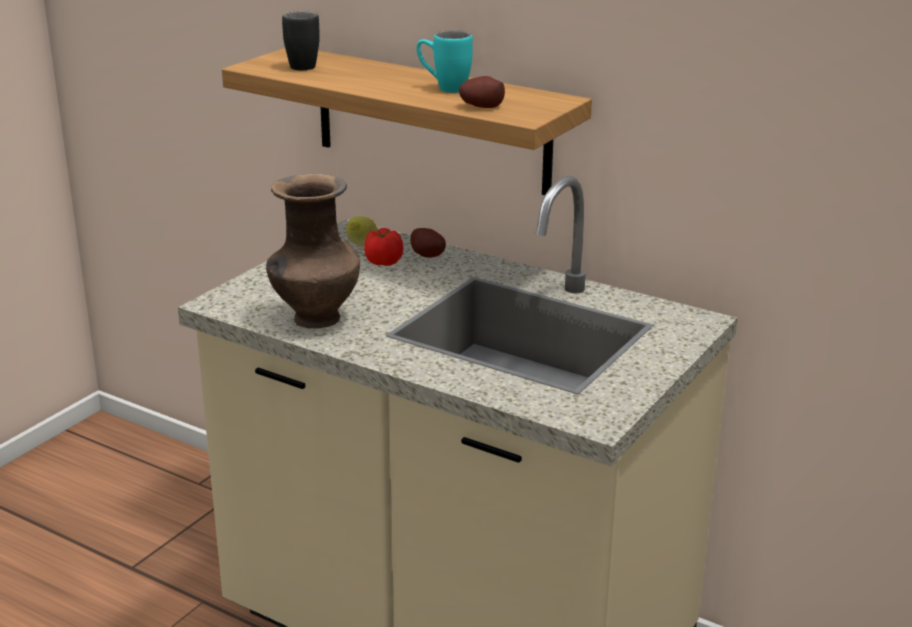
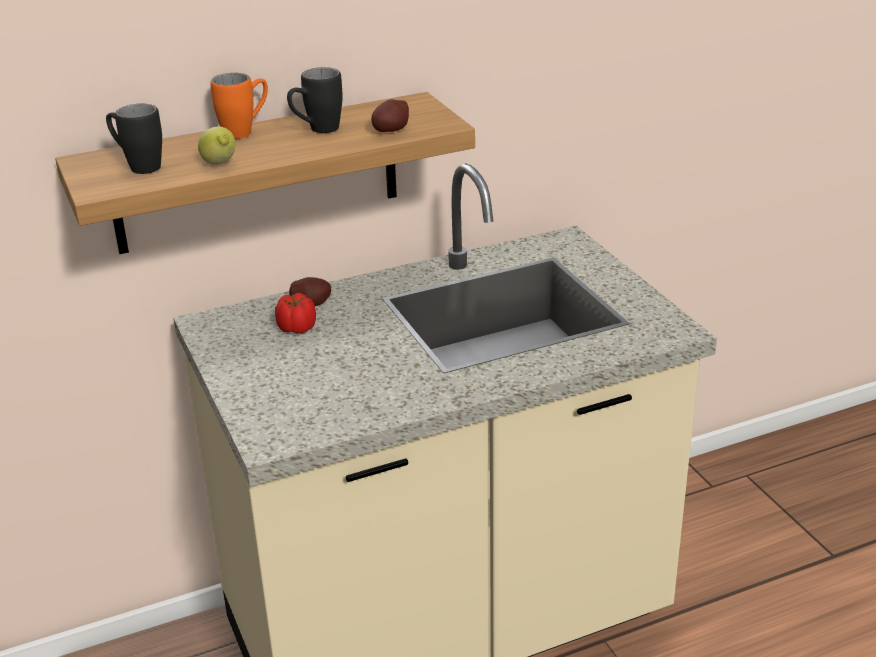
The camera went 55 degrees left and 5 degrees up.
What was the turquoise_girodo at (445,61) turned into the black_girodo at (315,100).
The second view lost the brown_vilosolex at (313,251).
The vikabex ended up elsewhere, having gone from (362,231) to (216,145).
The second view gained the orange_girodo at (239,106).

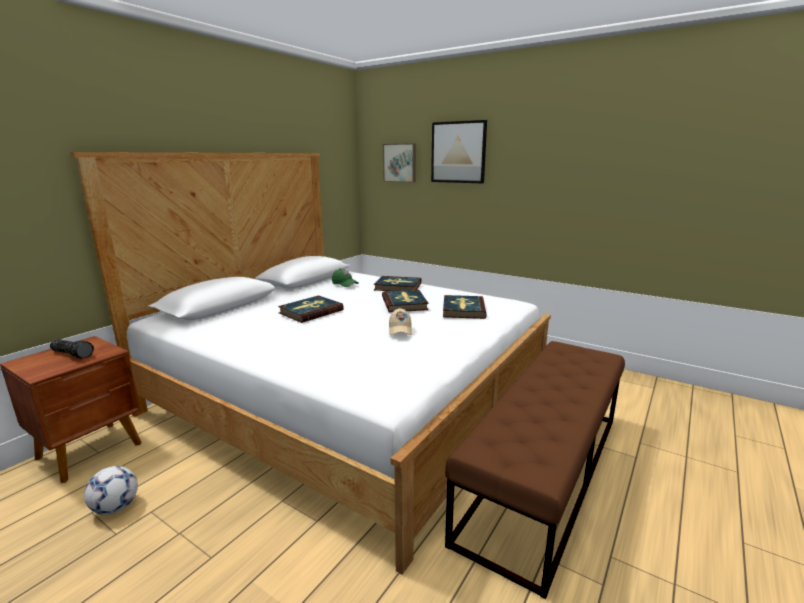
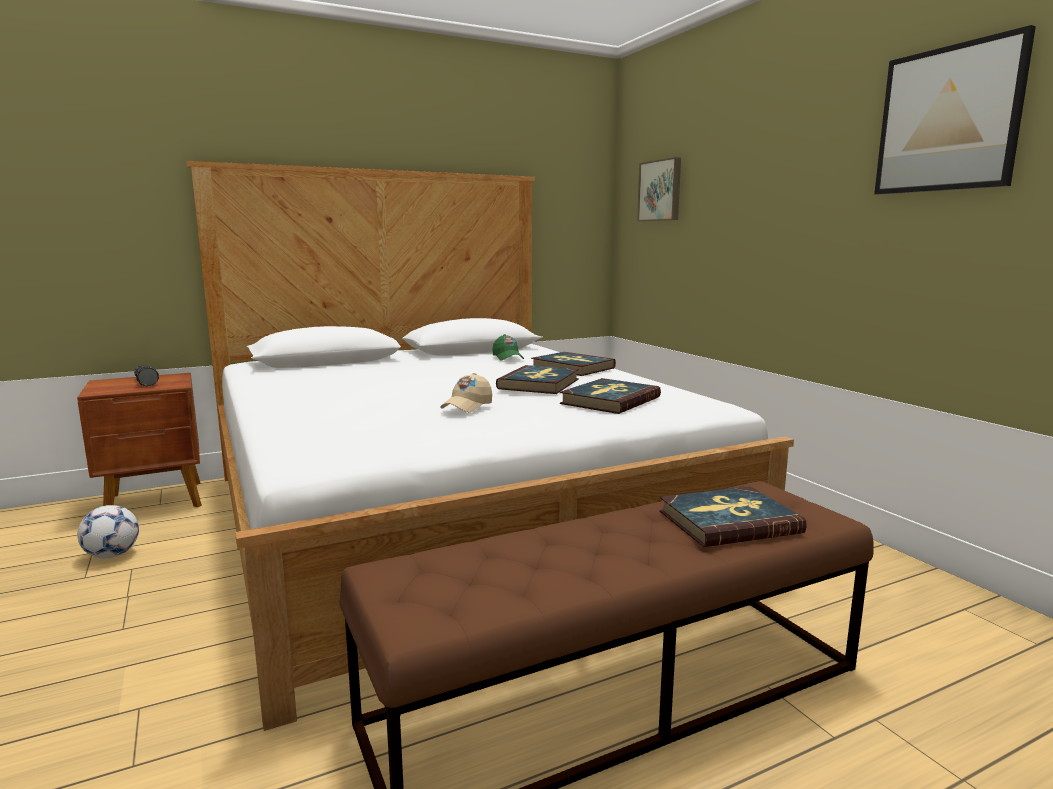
The camera went 30 degrees right and 5 degrees down.
The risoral ended up elsewhere, having gone from (459,151) to (955,110).
The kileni ended up elsewhere, having gone from (311,309) to (733,516).

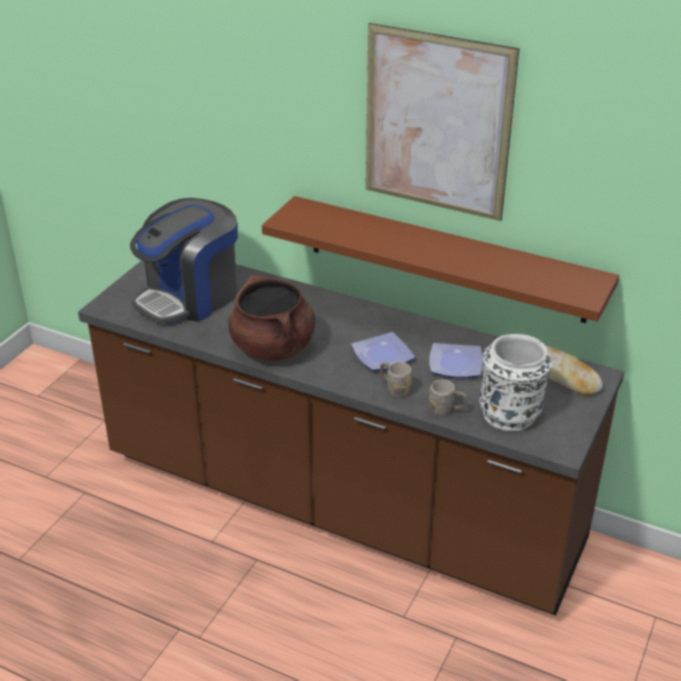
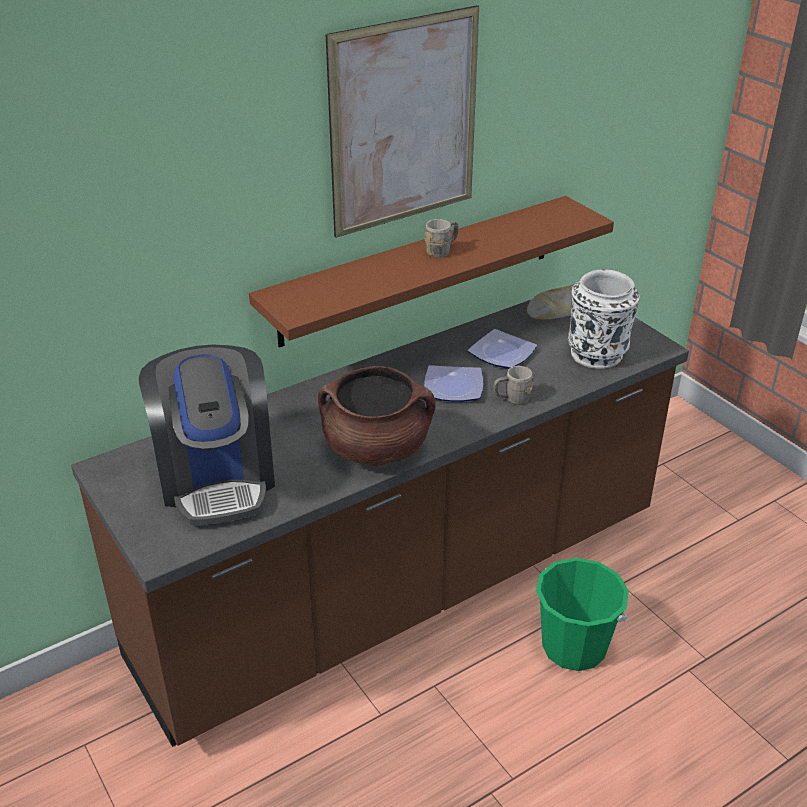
The camera went 60 degrees left and 0 degrees up.
The grey_girodo ended up elsewhere, having gone from (448,397) to (441,238).
The second view gained the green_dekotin at (582,614).

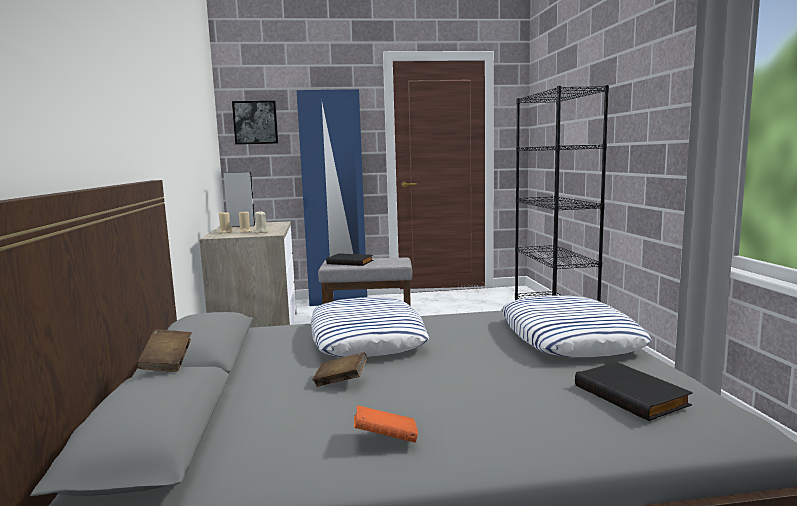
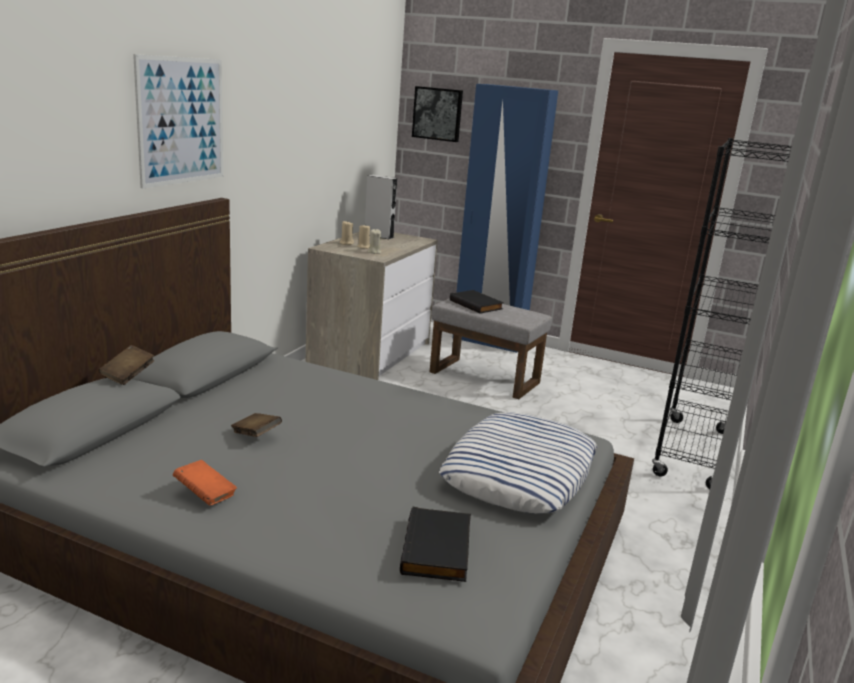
The camera went 30 degrees right and 10 degrees up.
The second view lost the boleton at (370,327).
The second view gained the risoral at (178,121).

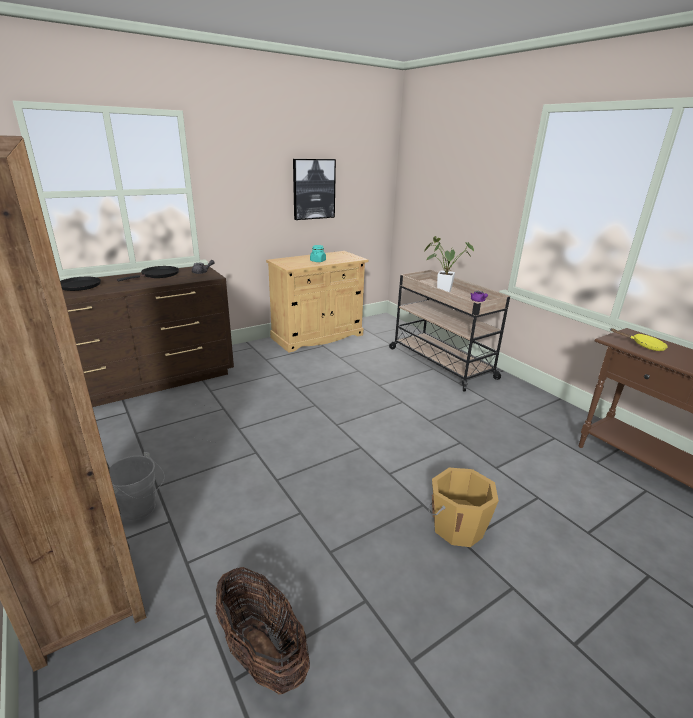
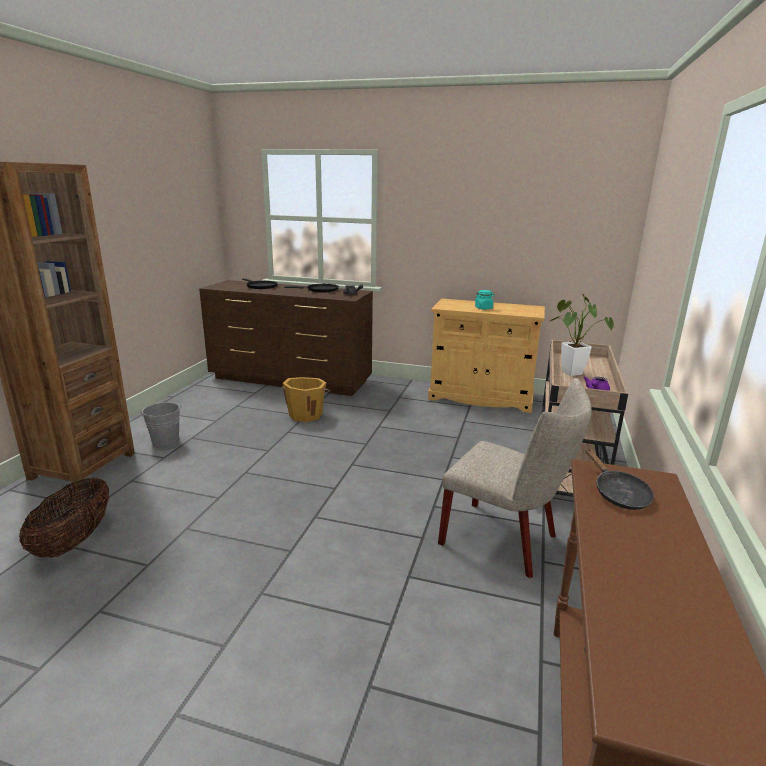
The camera went 50 degrees right and 5 degrees down.
The second view lost the risoral at (314,189).
What was the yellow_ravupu at (639,339) turned into the black_ravupu at (619,479).
The orange_dekotin ended up elsewhere, having gone from (463,507) to (306,399).
The second view gained the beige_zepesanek at (515,478).

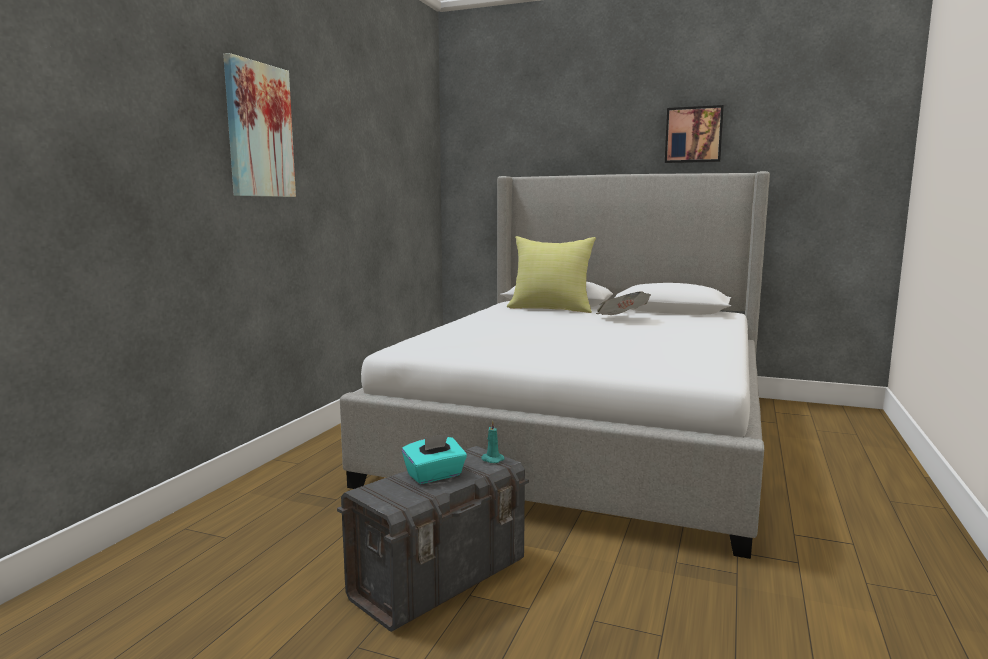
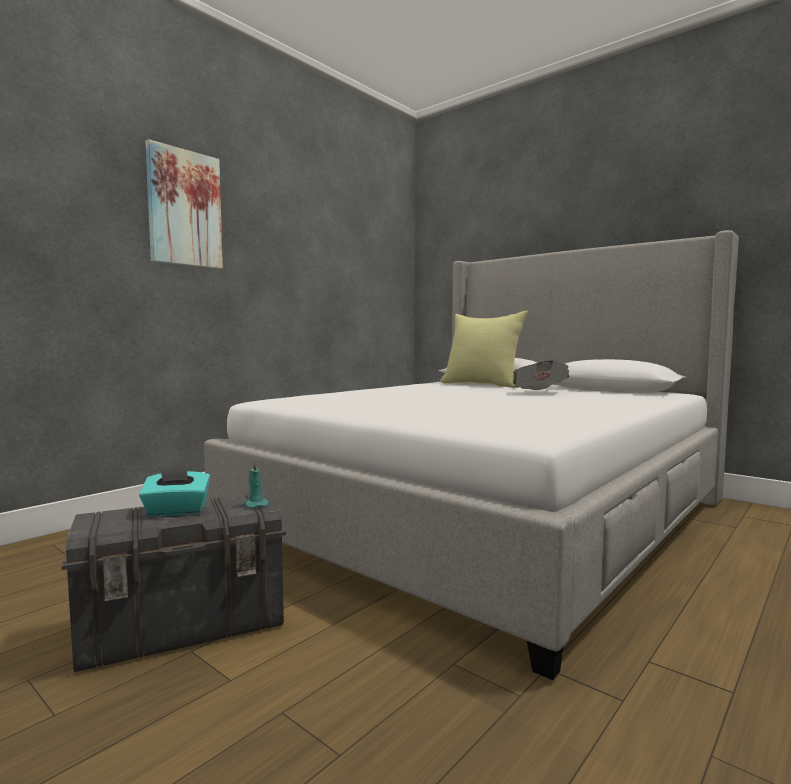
The camera went 20 degrees right and 5 degrees down.
The second view lost the risoral at (694,134).

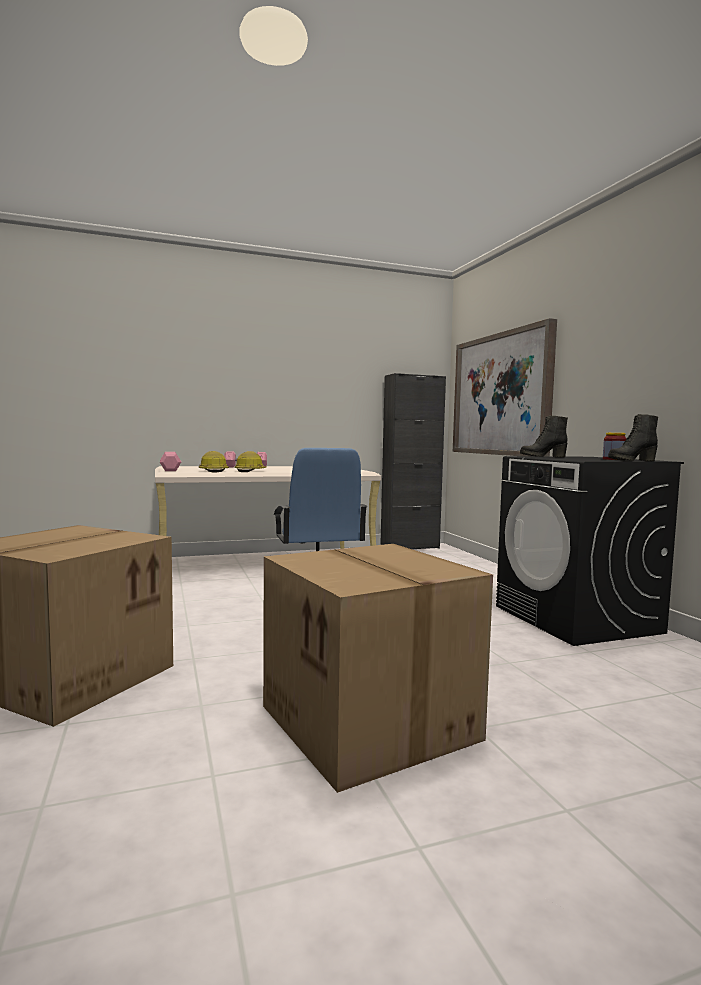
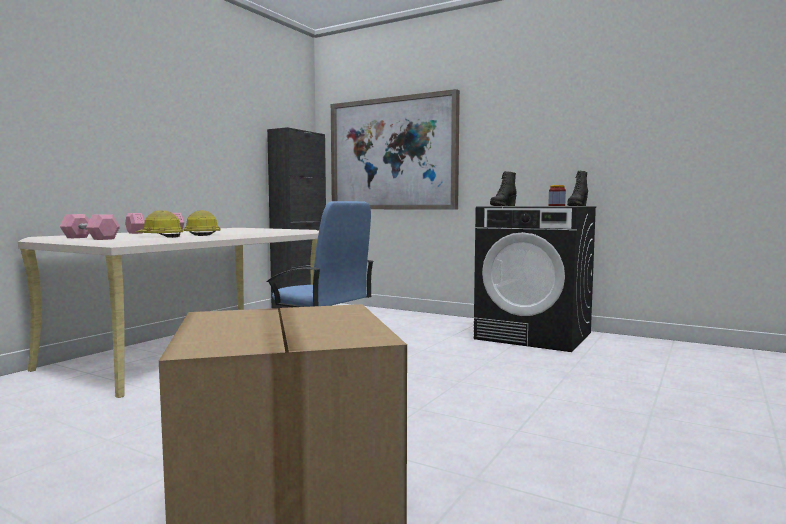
The camera went 40 degrees left and 0 degrees up.
The second view lost the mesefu at (378,668).

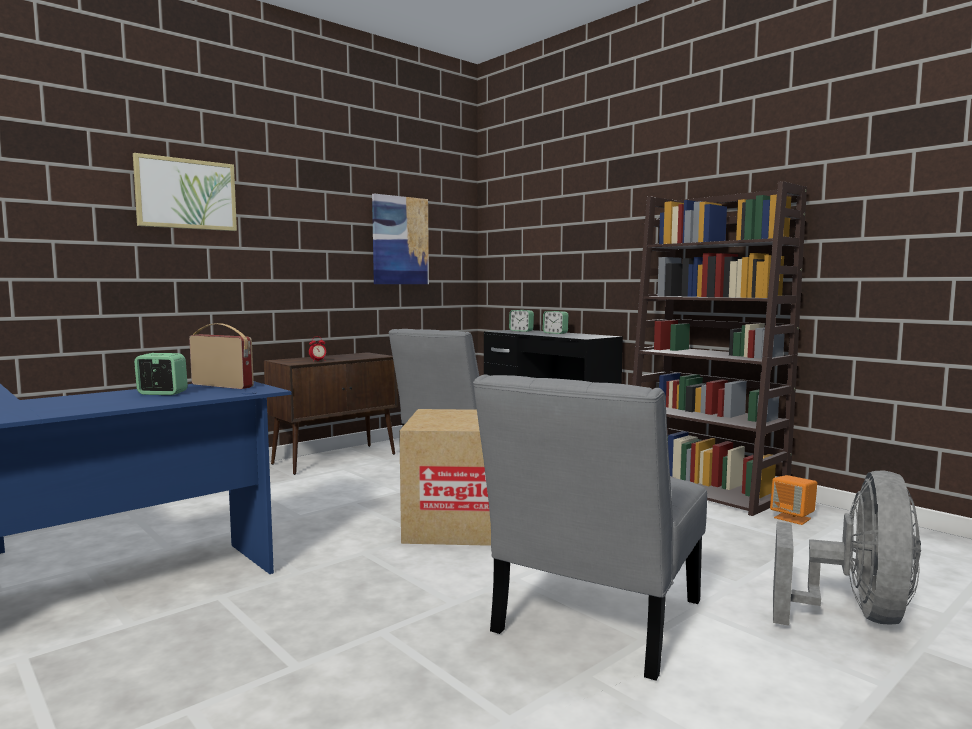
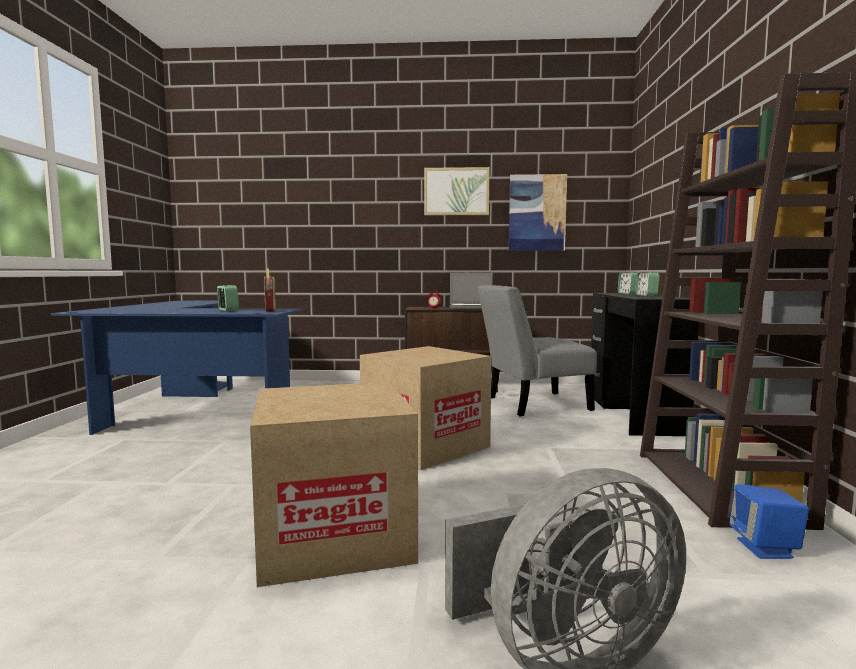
The camera went 45 degrees right and 0 degrees up.
The risoral ended up elsewhere, having gone from (185,192) to (457,191).
Where the grey_zepesanek stood at (590,527), the mesefu came to stand at (334,484).
What was the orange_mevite at (793,500) turned into the blue_mevite at (769,521).
The second view gained the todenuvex at (471,291).

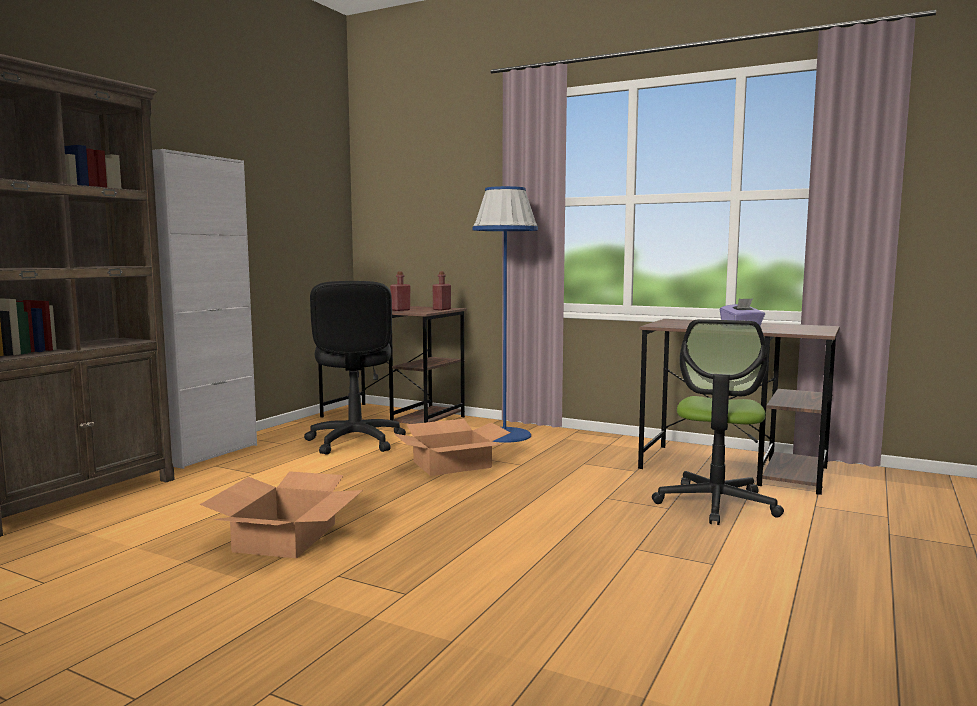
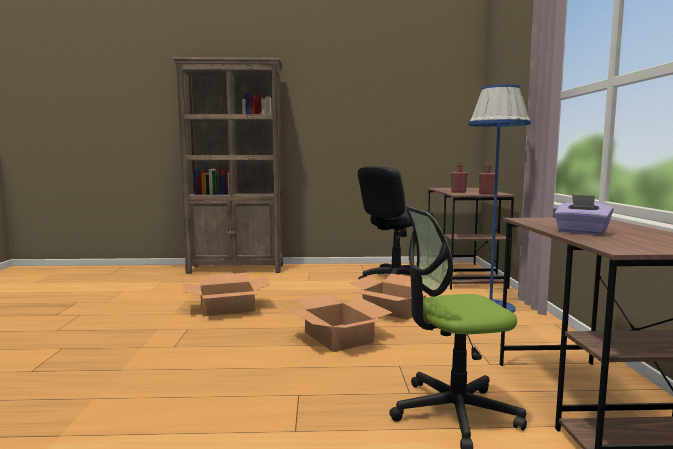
The camera went 60 degrees right and 0 degrees up.
The second view lost the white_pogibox at (204,309).
The second view gained the mesefu at (340,322).

